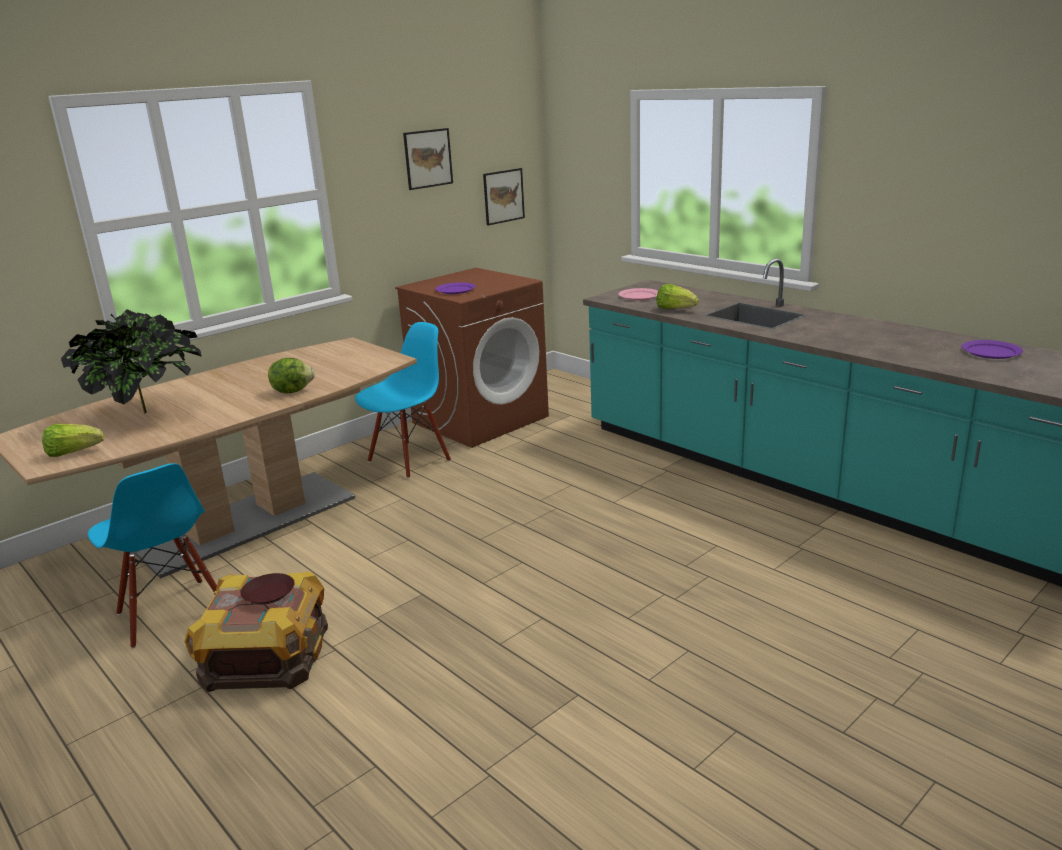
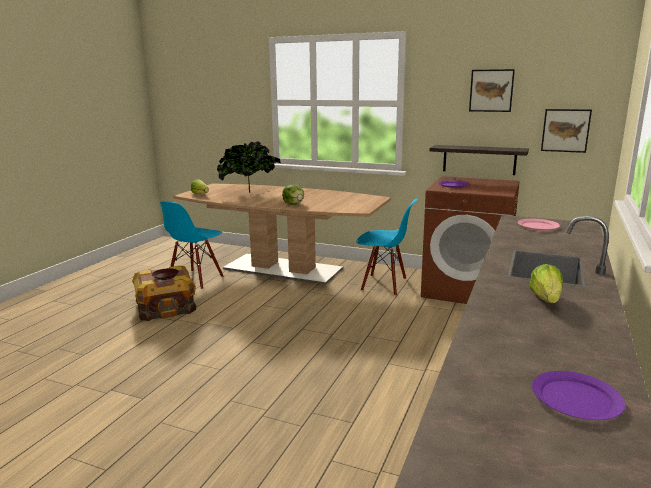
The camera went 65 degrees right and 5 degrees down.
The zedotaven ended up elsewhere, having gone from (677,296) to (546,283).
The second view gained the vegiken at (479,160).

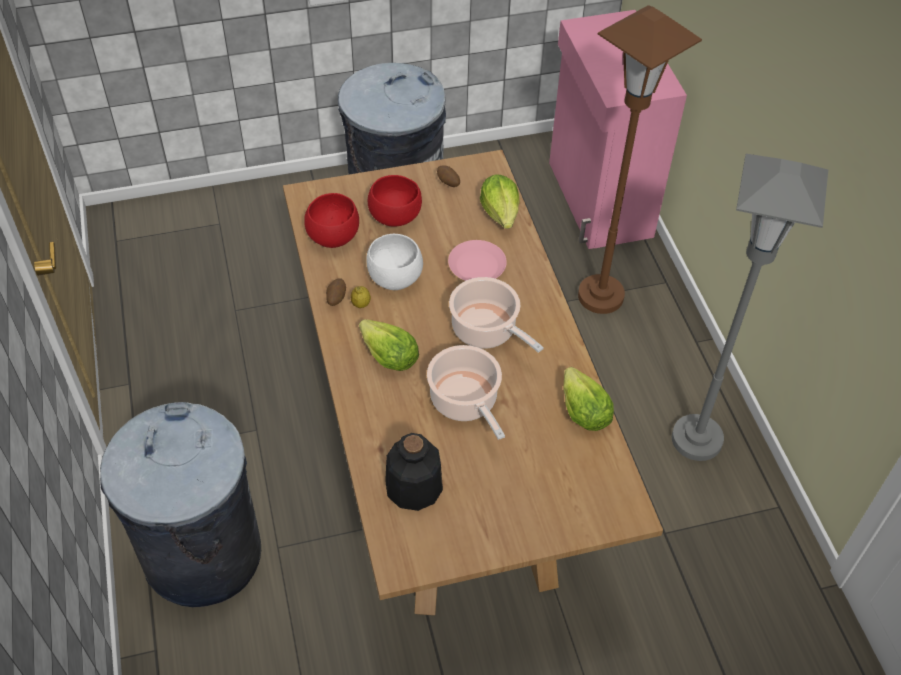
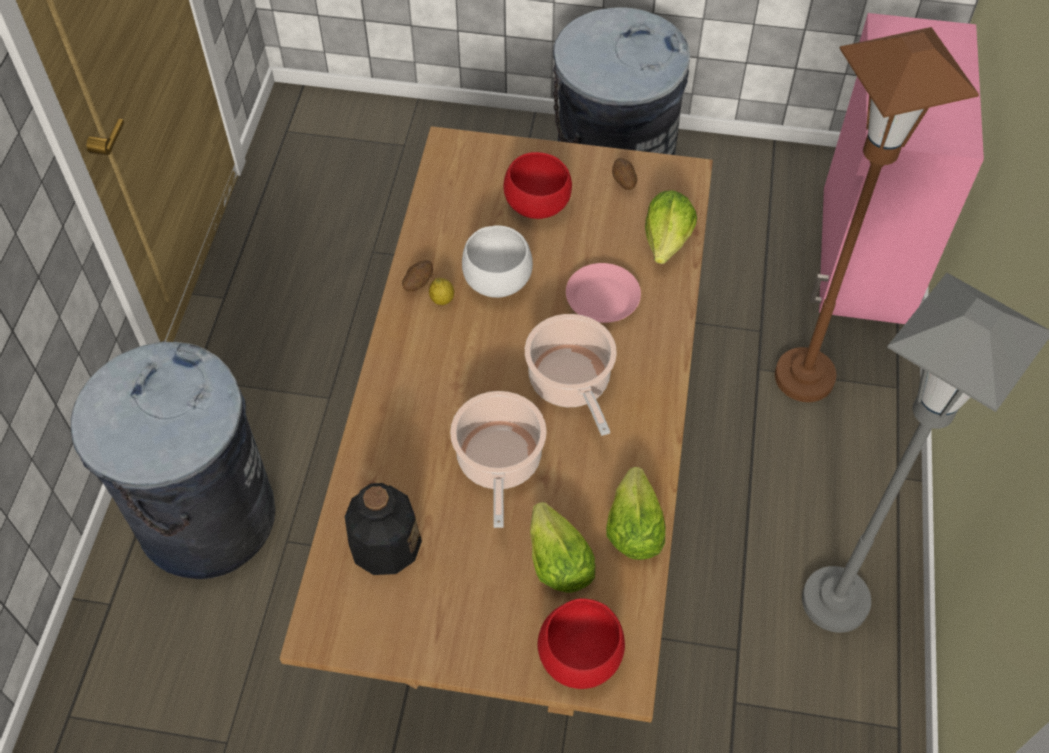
The camera went 25 degrees right and 5 degrees up.
The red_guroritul ended up elsewhere, having gone from (331,220) to (581,643).
The zedotaven ended up elsewhere, having gone from (389,345) to (562,547).

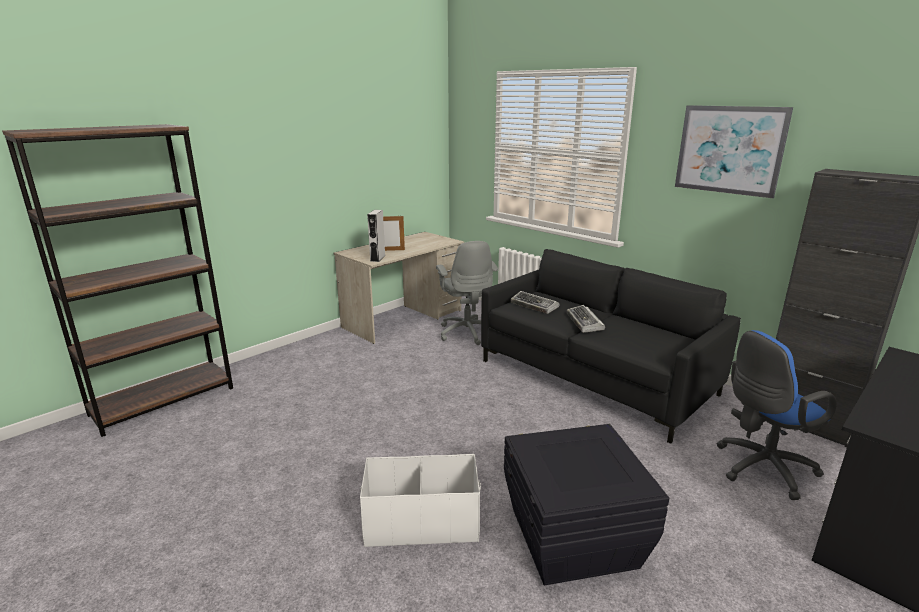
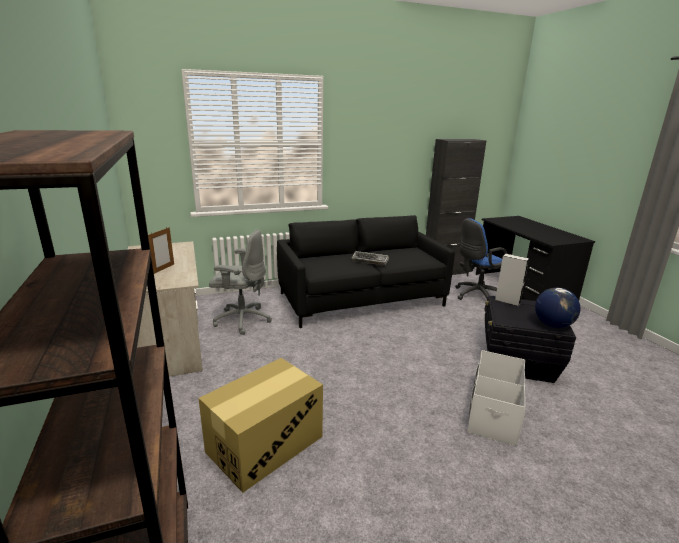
The camera went 65 degrees left and 0 degrees up.
The second view lost the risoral at (734,151).
The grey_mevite ended up elsewhere, having gone from (376,236) to (512,280).
The second view lost the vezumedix at (534,302).
The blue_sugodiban at (777,415) ended up facing another way, 60 degrees clockwise from before.
The second view gained the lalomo at (557,308).
The second view gained the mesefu at (260,425).

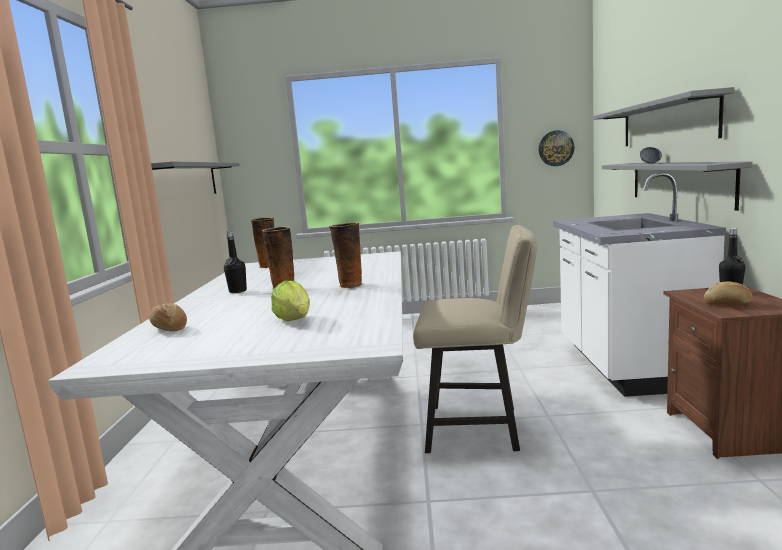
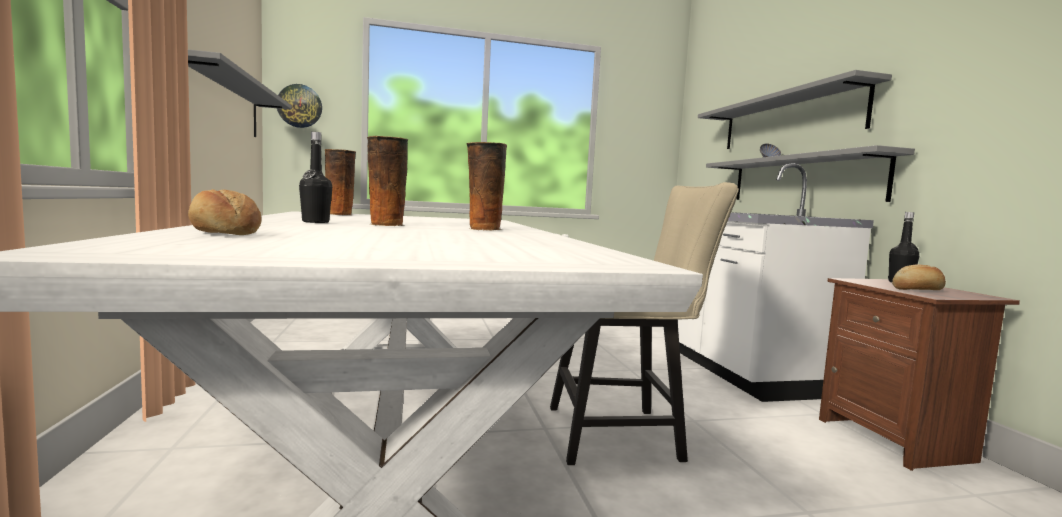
The camera went 15 degrees left and 5 degrees down.
The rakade ended up elsewhere, having gone from (556,148) to (299,106).
The second view lost the zedotaven at (290,301).

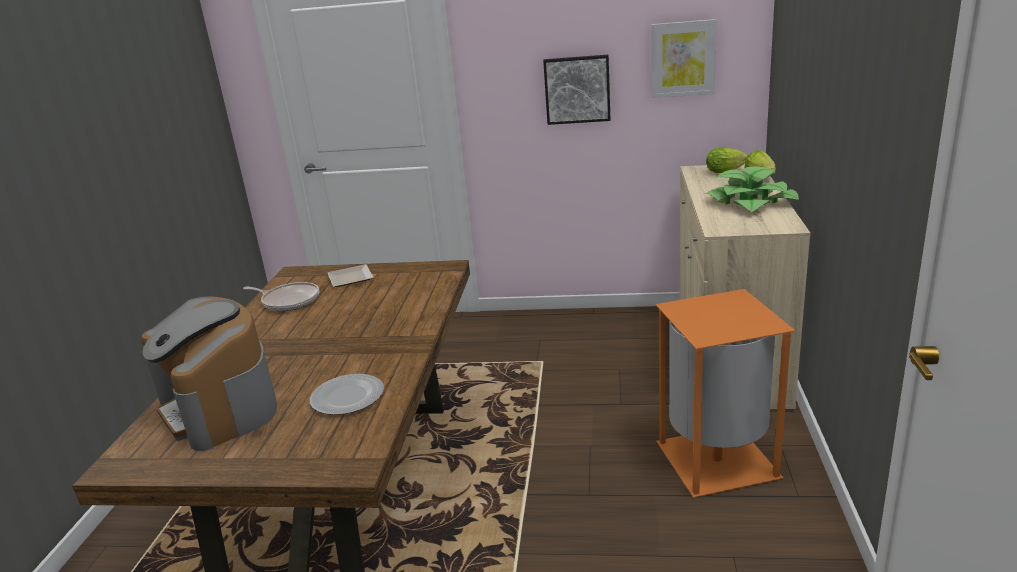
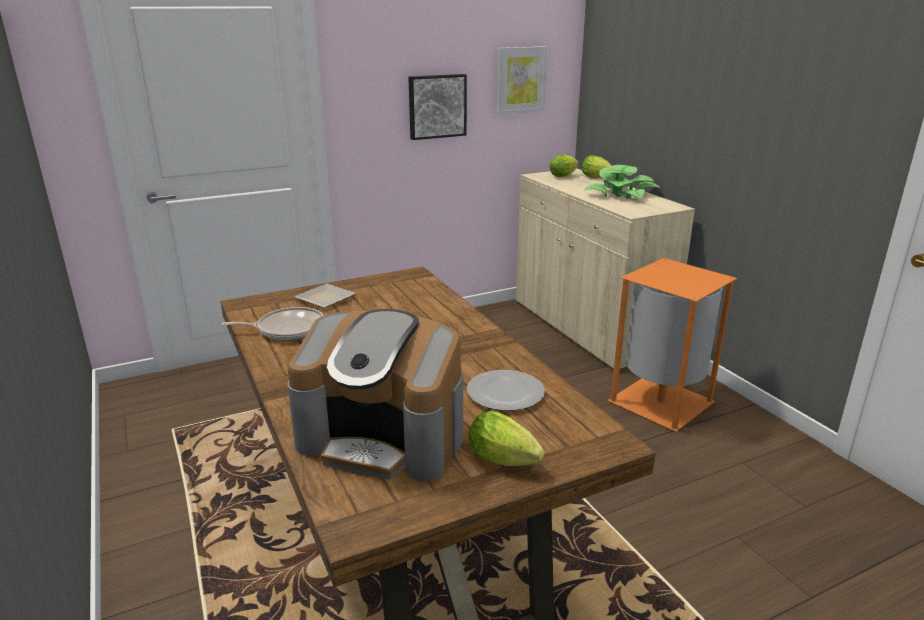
The camera went 35 degrees left and 0 degrees up.
The second view gained the zedotaven at (507,438).

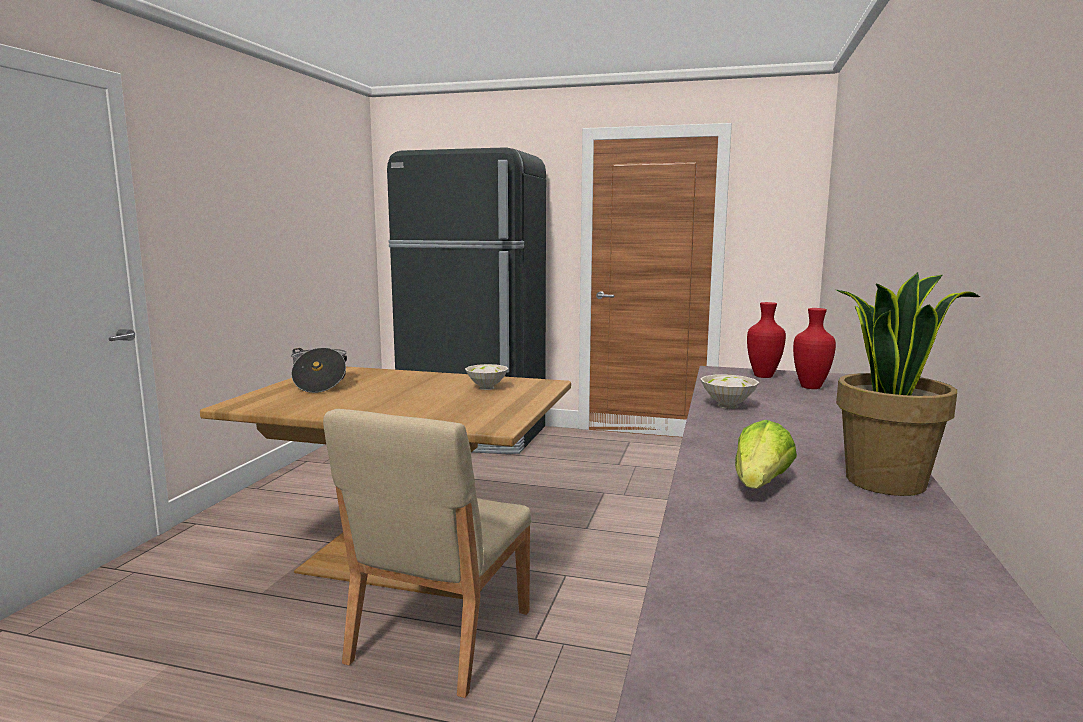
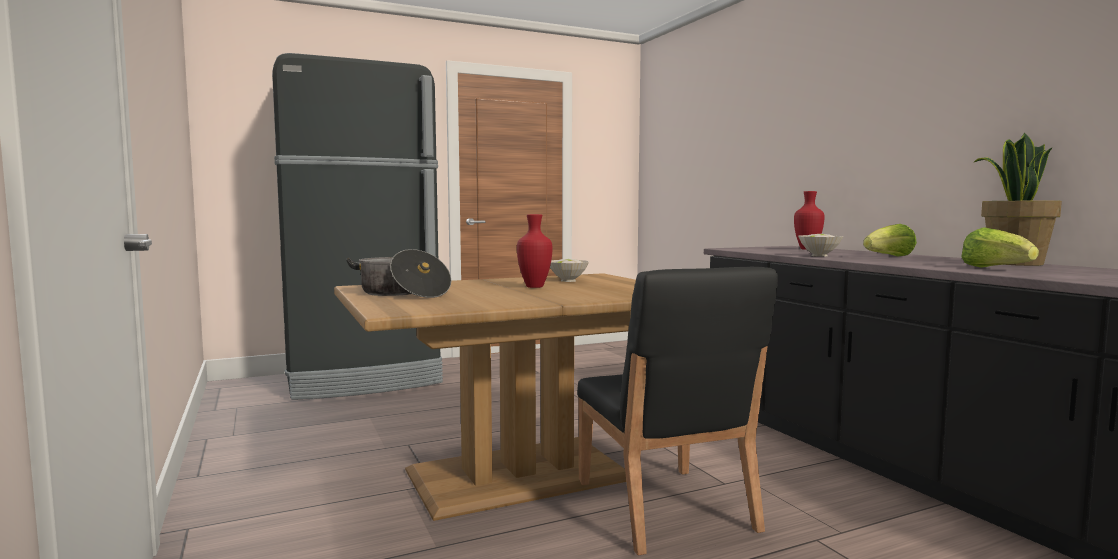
The camera went 40 degrees left and 5 degrees down.
The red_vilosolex ended up elsewhere, having gone from (766,340) to (535,251).
What was the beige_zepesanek at (427,553) turned into the black_zepesanek at (677,411).
The second view gained the zedotaven at (890,240).

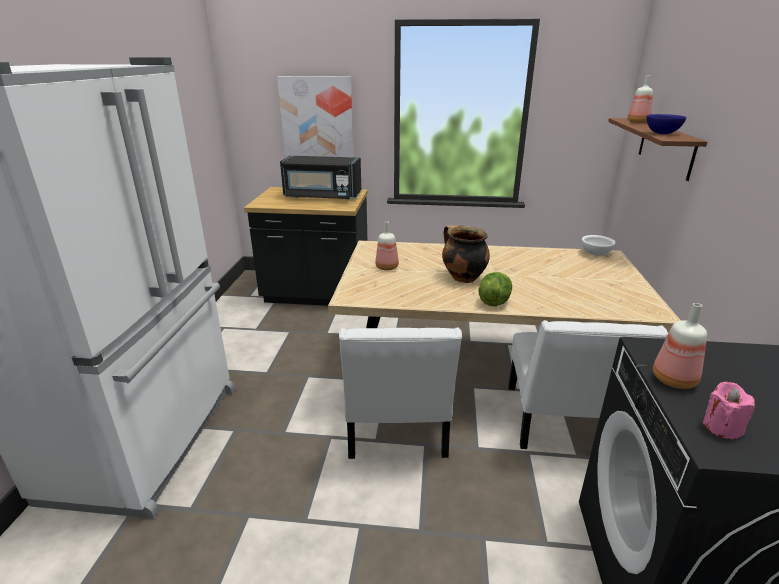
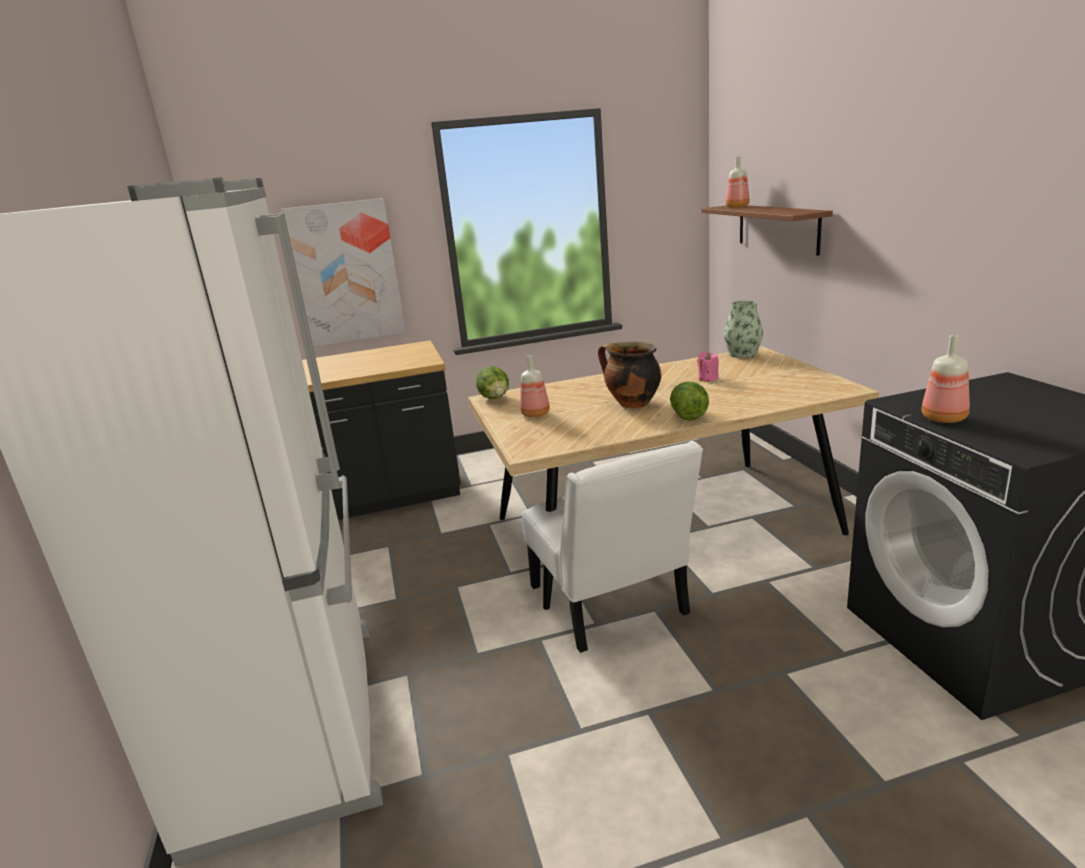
The camera went 20 degrees left and 5 degrees down.
The second view lost the blue_guroritul at (666,124).
The second view lost the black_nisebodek at (320,178).
Where the white_guroritul stood at (598,245), the vilosolex came to stand at (743,329).
The second view lost the white_zepesanek at (588,384).
The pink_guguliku ended up elsewhere, having gone from (729,410) to (708,367).
The second view gained the zedotaven at (492,382).

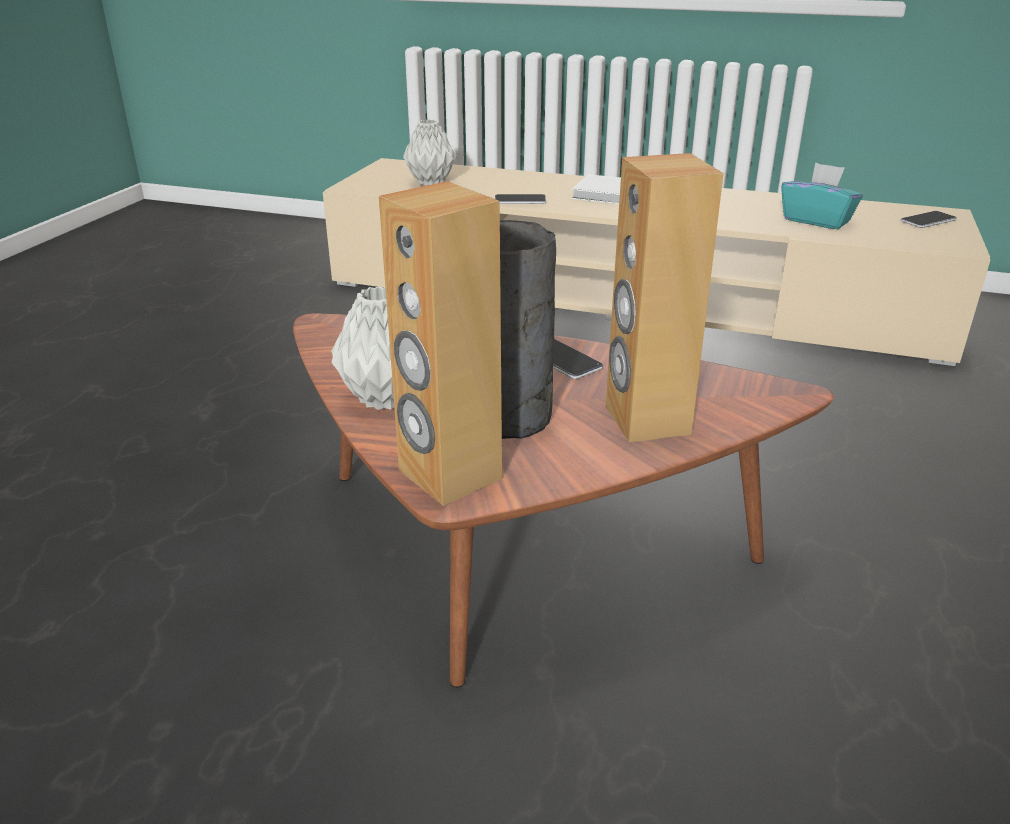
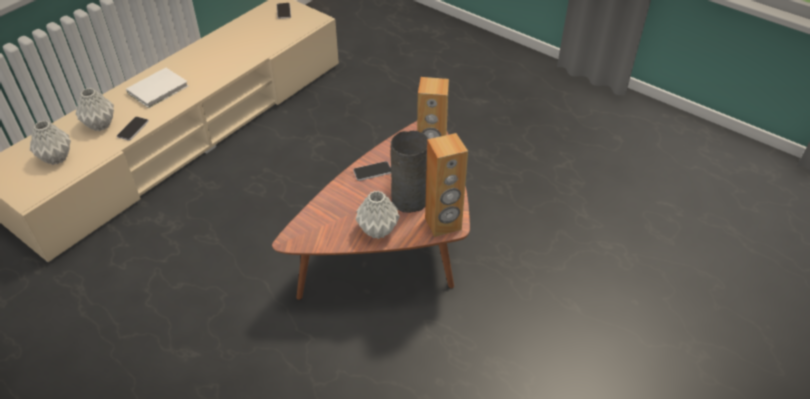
The camera went 70 degrees left and 15 degrees up.
The second view lost the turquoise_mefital at (822,195).
The second view gained the grey_vilosolex at (95,109).

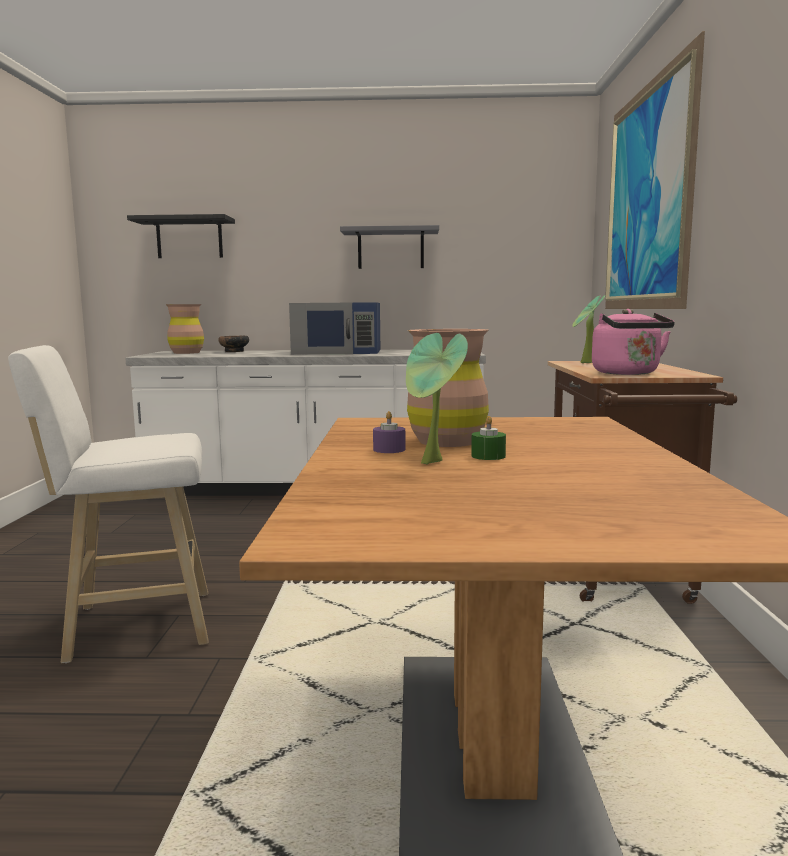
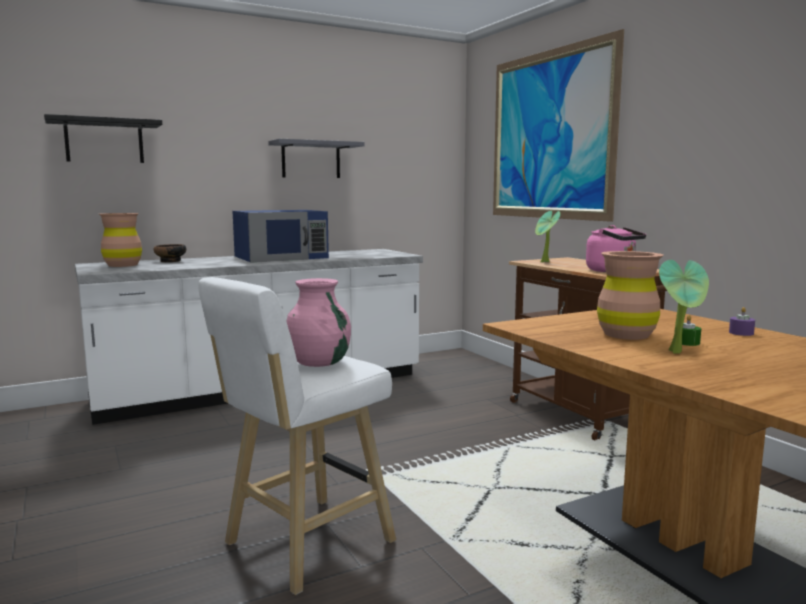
The camera went 30 degrees left and 0 degrees up.
The purple_guguliku ended up elsewhere, having gone from (389,432) to (742,321).
The second view gained the pink_vilosolex at (318,322).

